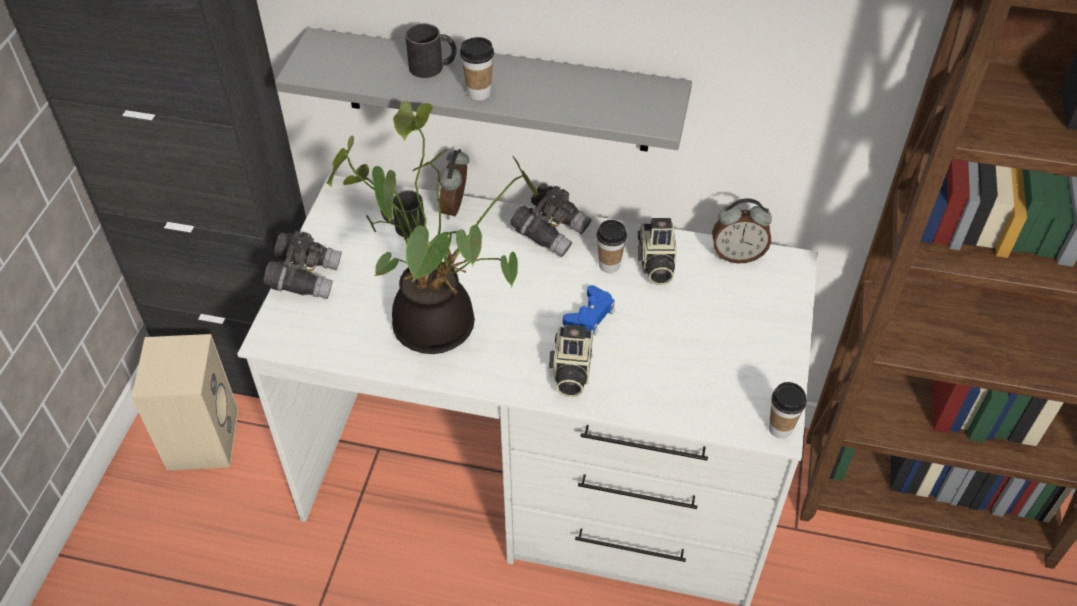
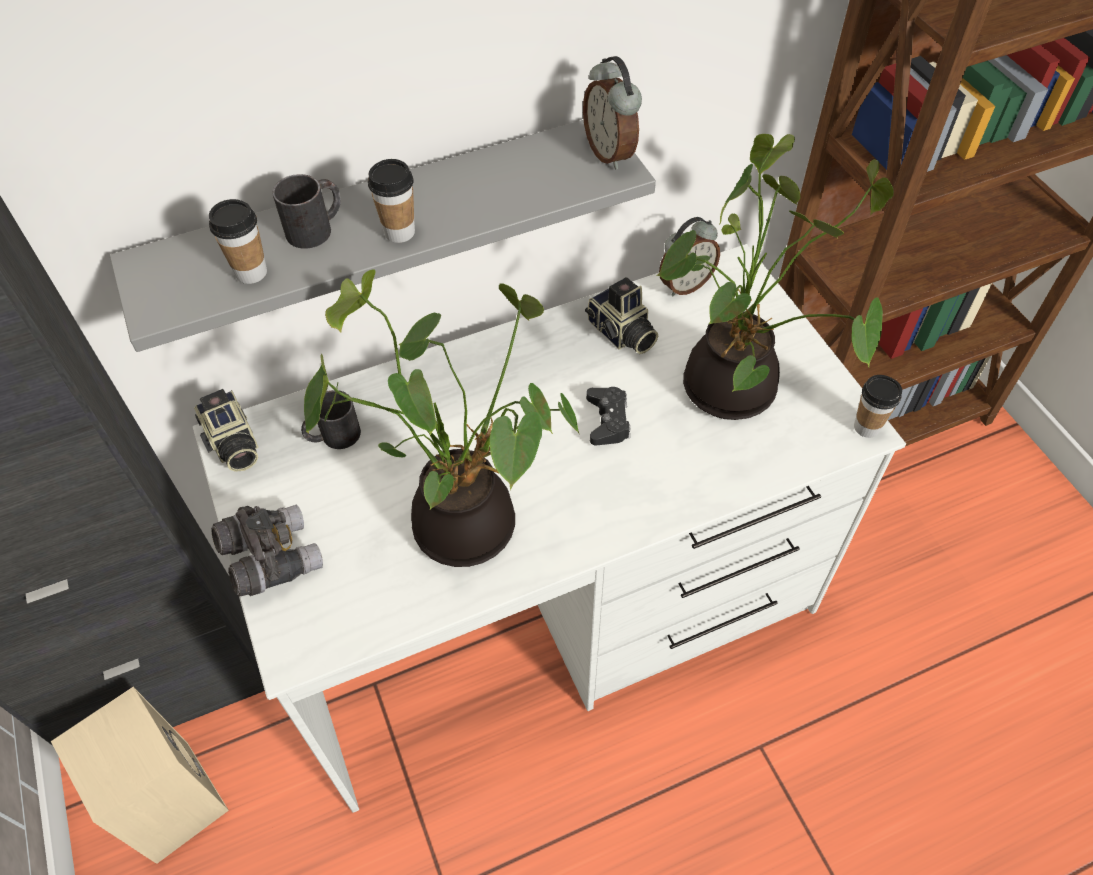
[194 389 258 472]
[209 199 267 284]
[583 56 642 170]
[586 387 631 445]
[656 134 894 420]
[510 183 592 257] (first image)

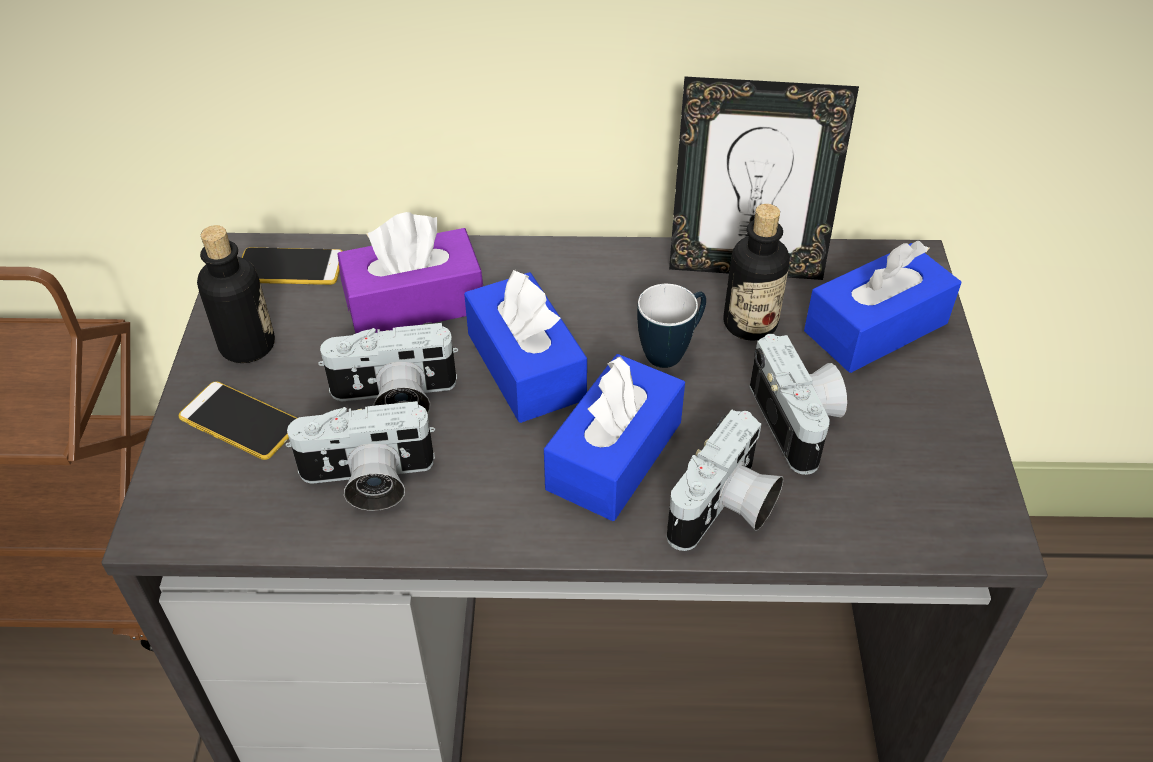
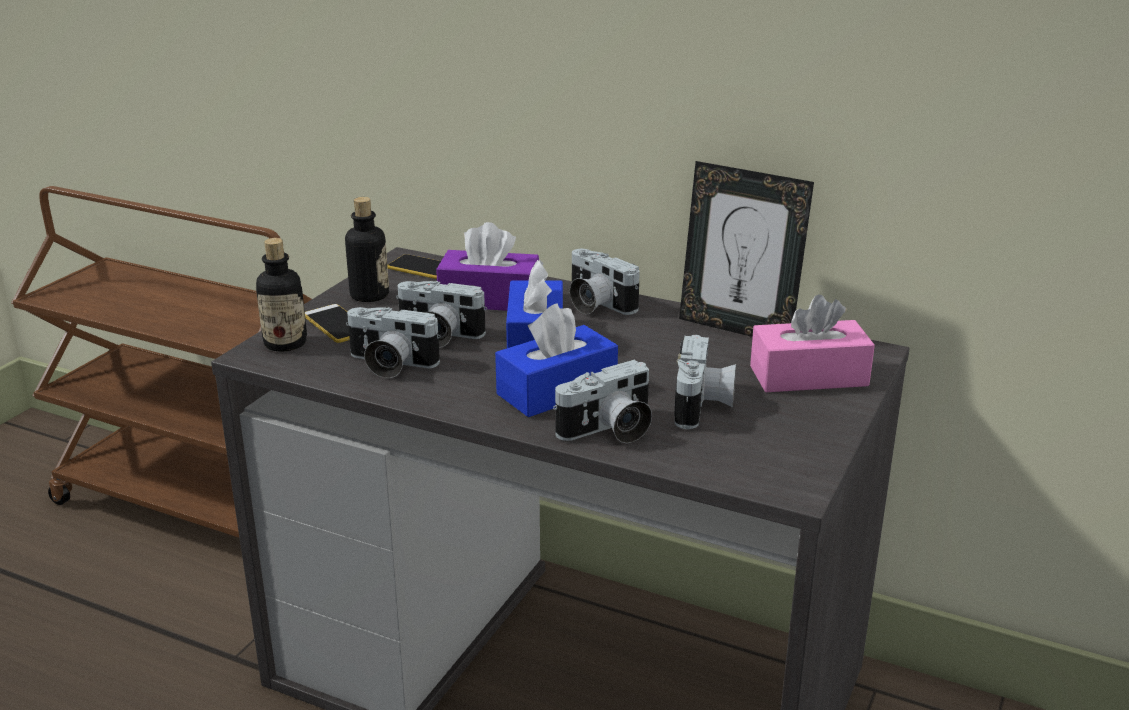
[256 238 307 352]
[570 249 640 315]
[750 294 875 392]
[637 284 706 368] (first image)

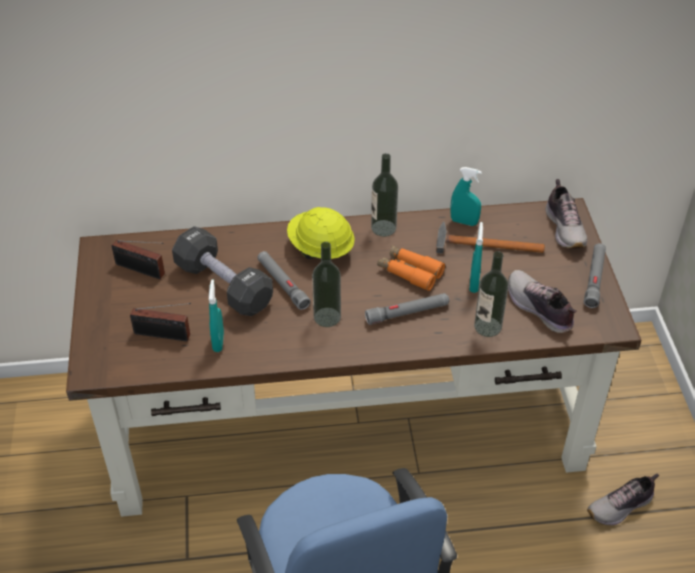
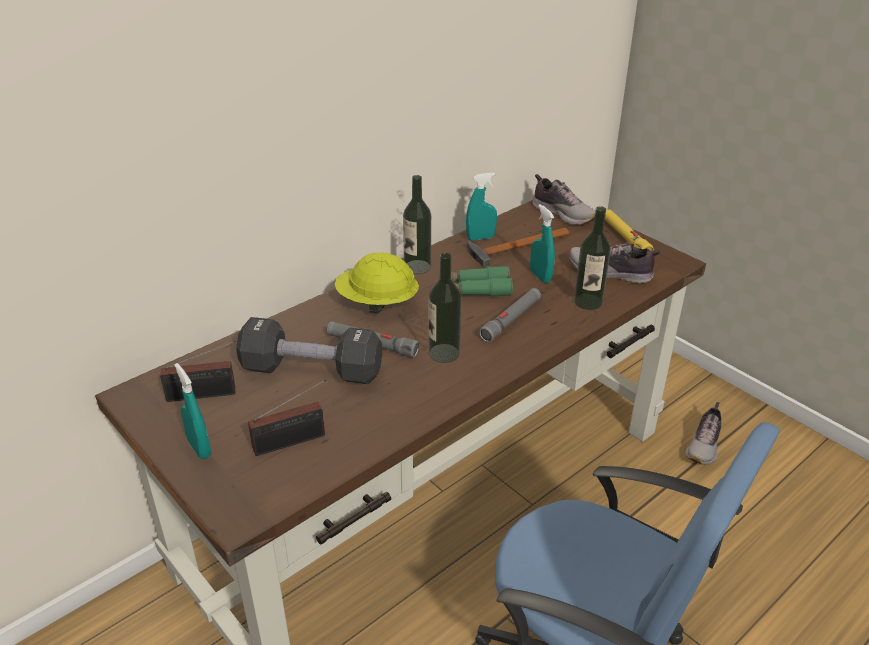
[175 363 211 459]
[451 266 513 297]
[605 210 654 252]

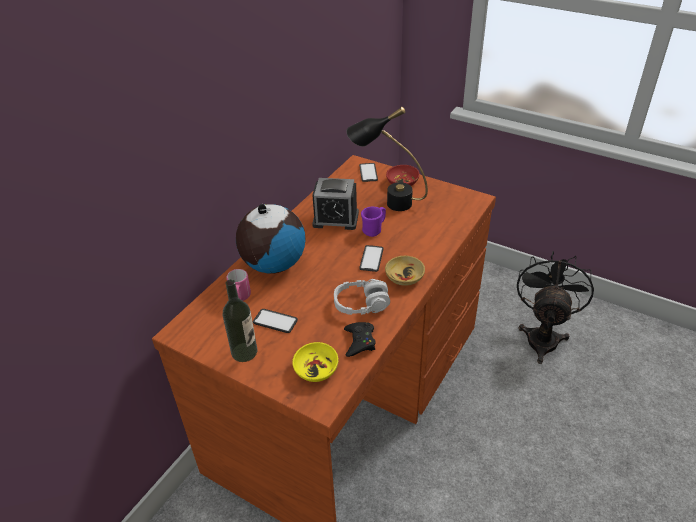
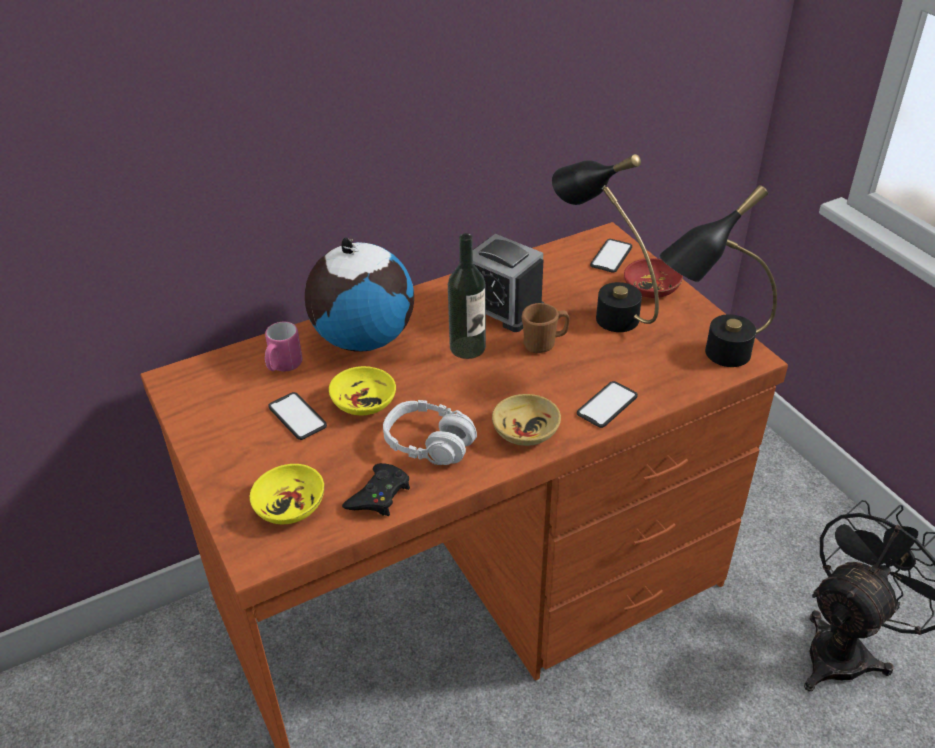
[329 366 396 416]
[448 233 486 359]
[522 303 570 353]
[577 381 638 428]
[659 185 777 367]

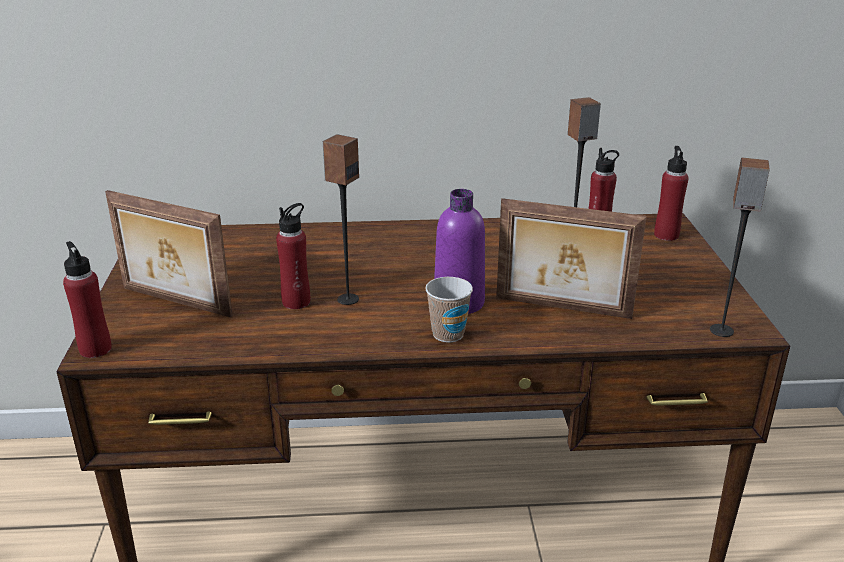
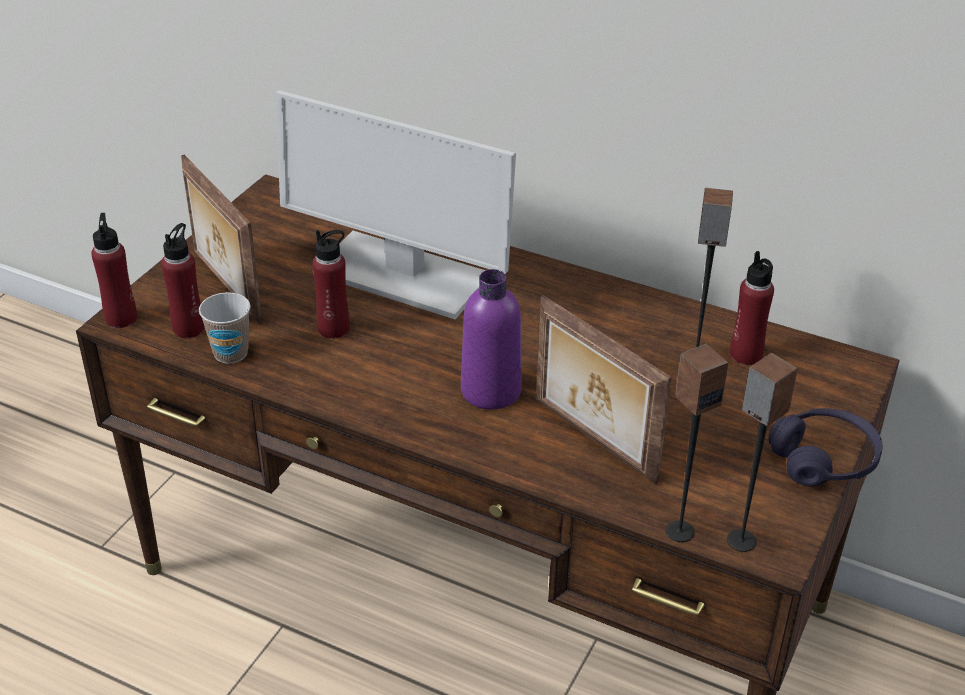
[161 223 205 338]
[199 292 250 364]
[275 90 516 319]
[665 344 728 542]
[768 408 882 486]

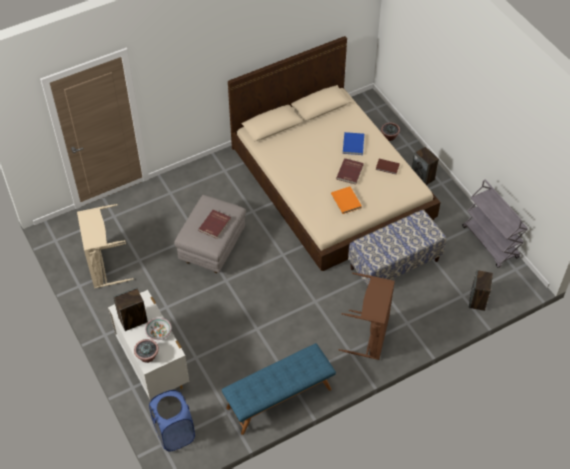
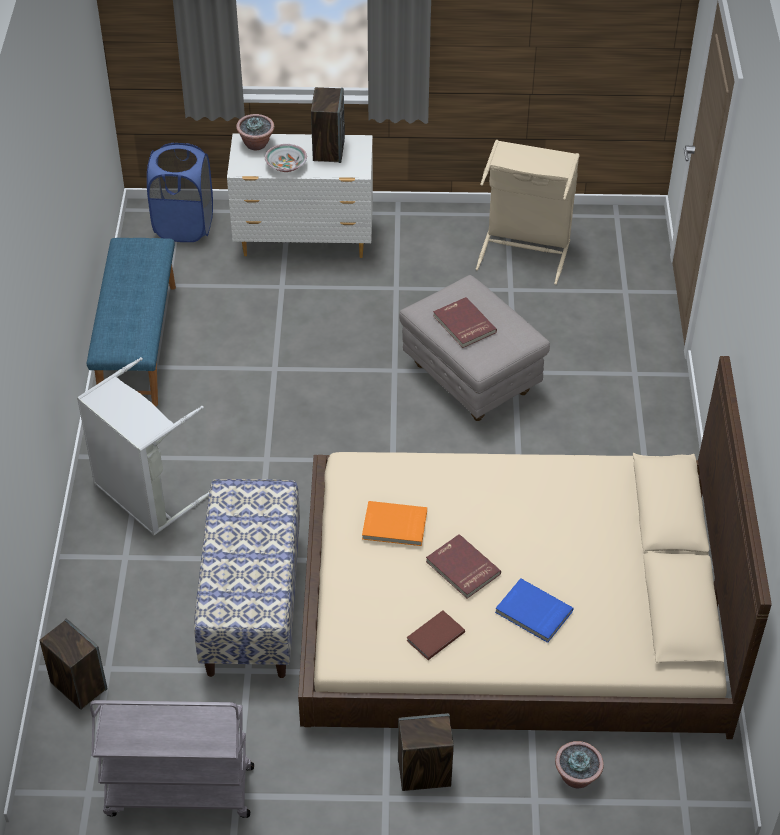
[77 357 209 536]

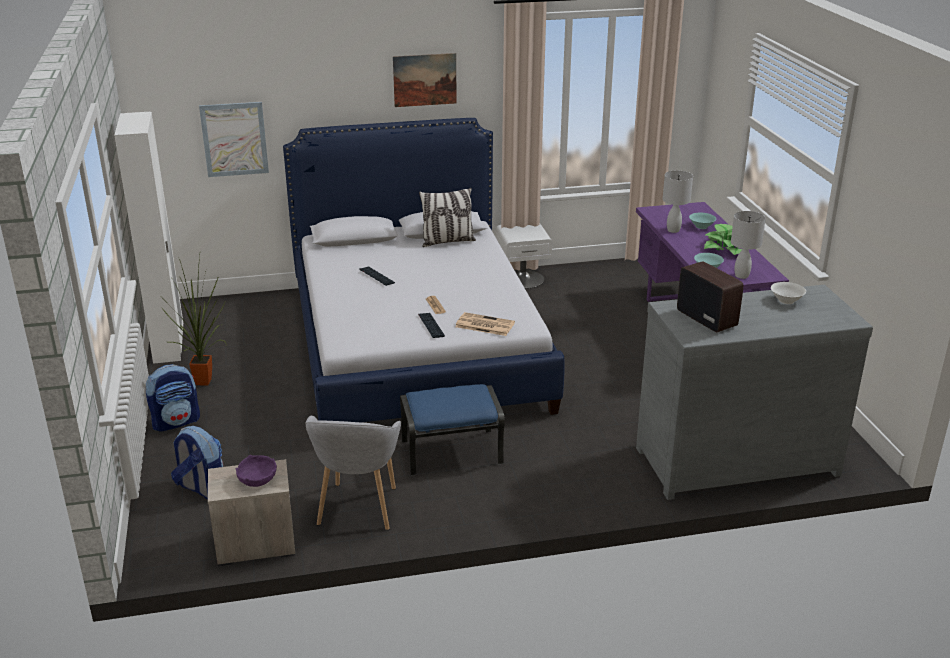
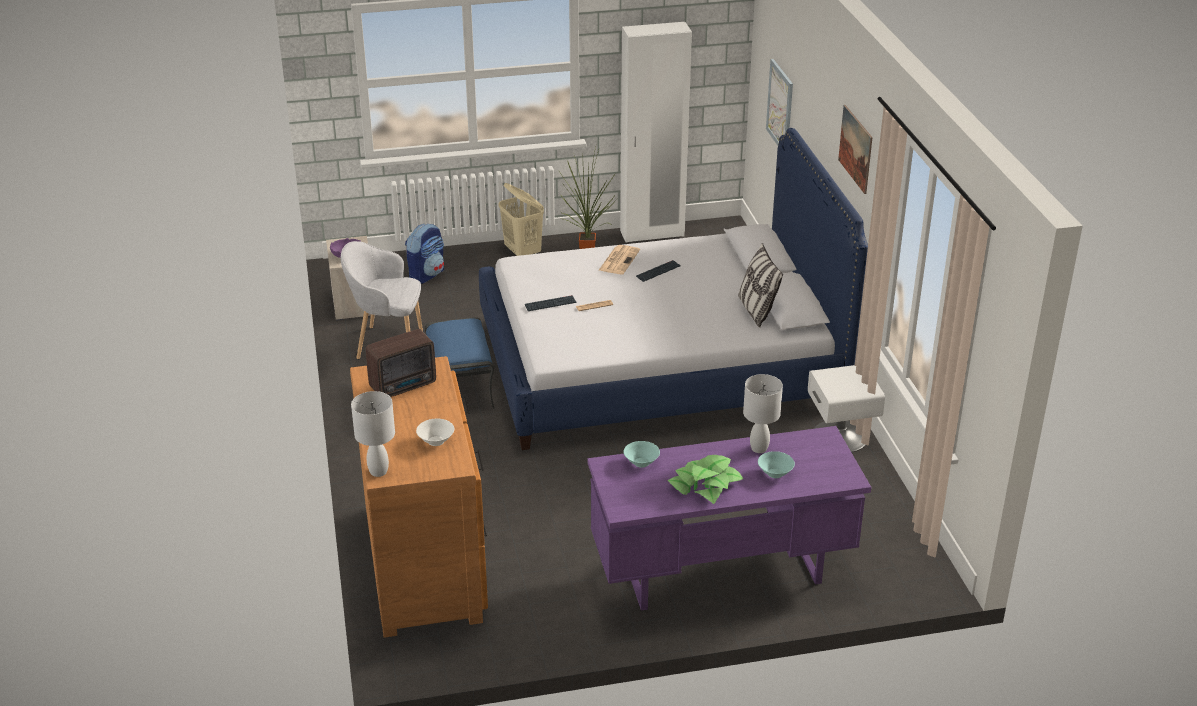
[350 356 488 638]
[351 391 395 477]
[498 183 544 256]
[599 245 640 274]

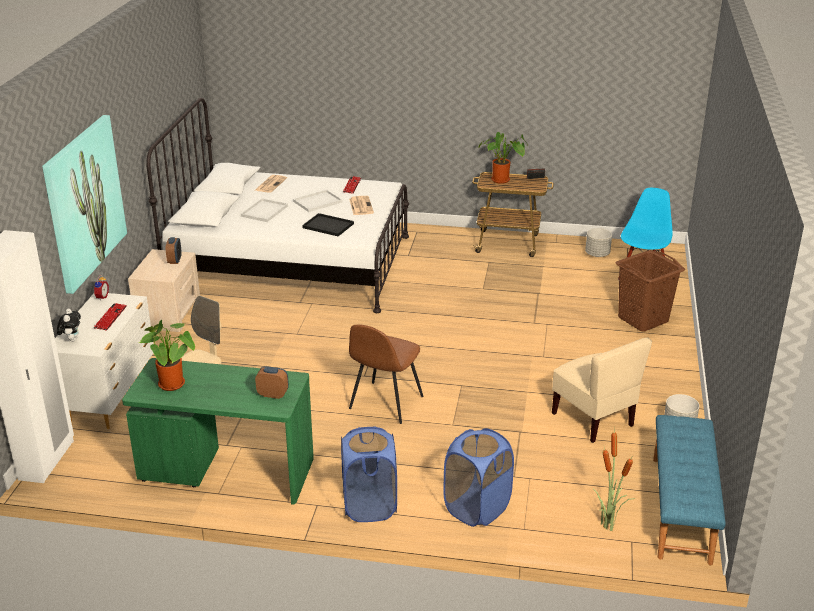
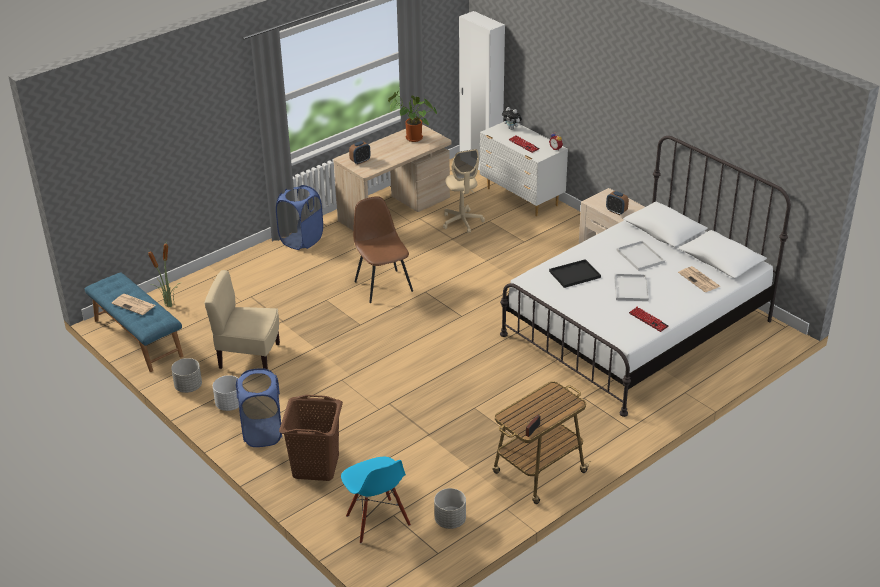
[112 294 155 315]
[213 375 239 411]
[236 368 282 447]
[333 124 452 230]
[42 115 127 294] (first image)
[478 132 528 184] (first image)

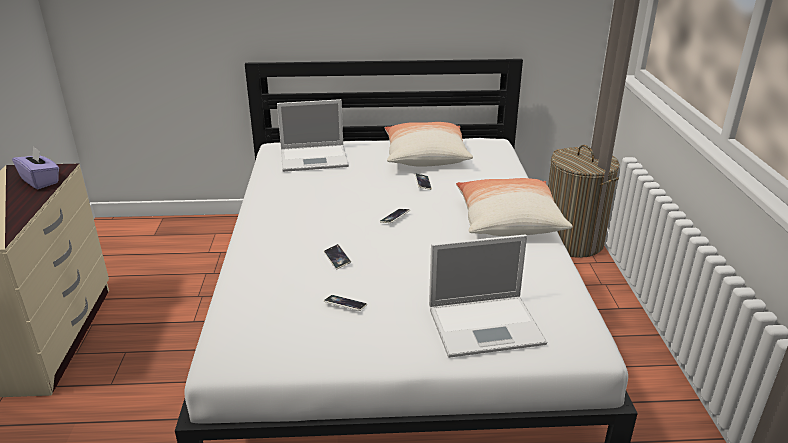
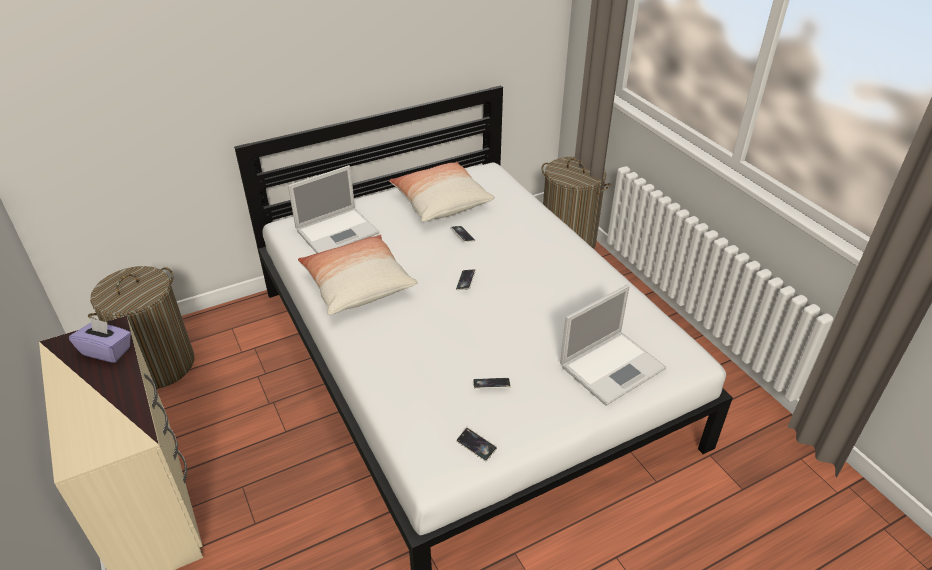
[88 266 195 389]
[298 235 418 315]
[456 428 497 461]

